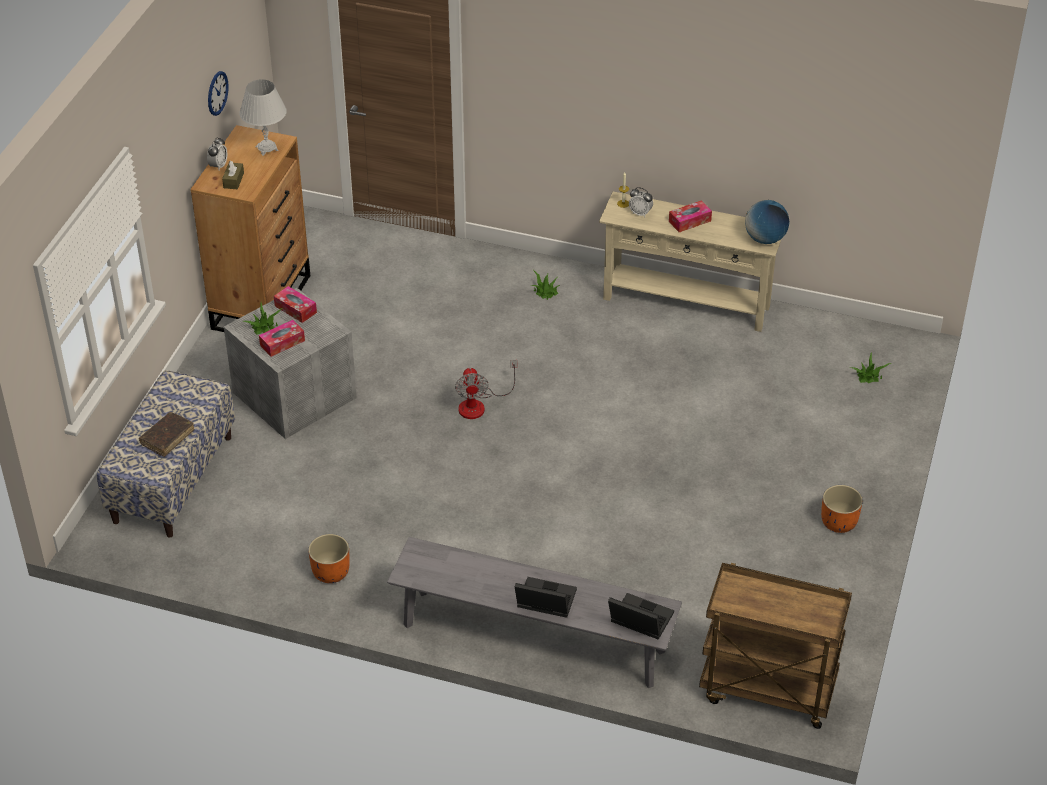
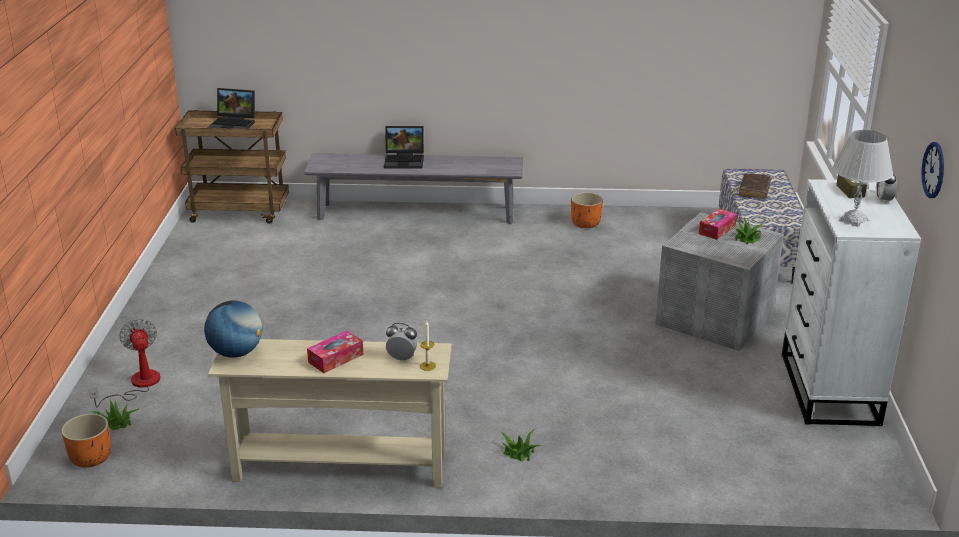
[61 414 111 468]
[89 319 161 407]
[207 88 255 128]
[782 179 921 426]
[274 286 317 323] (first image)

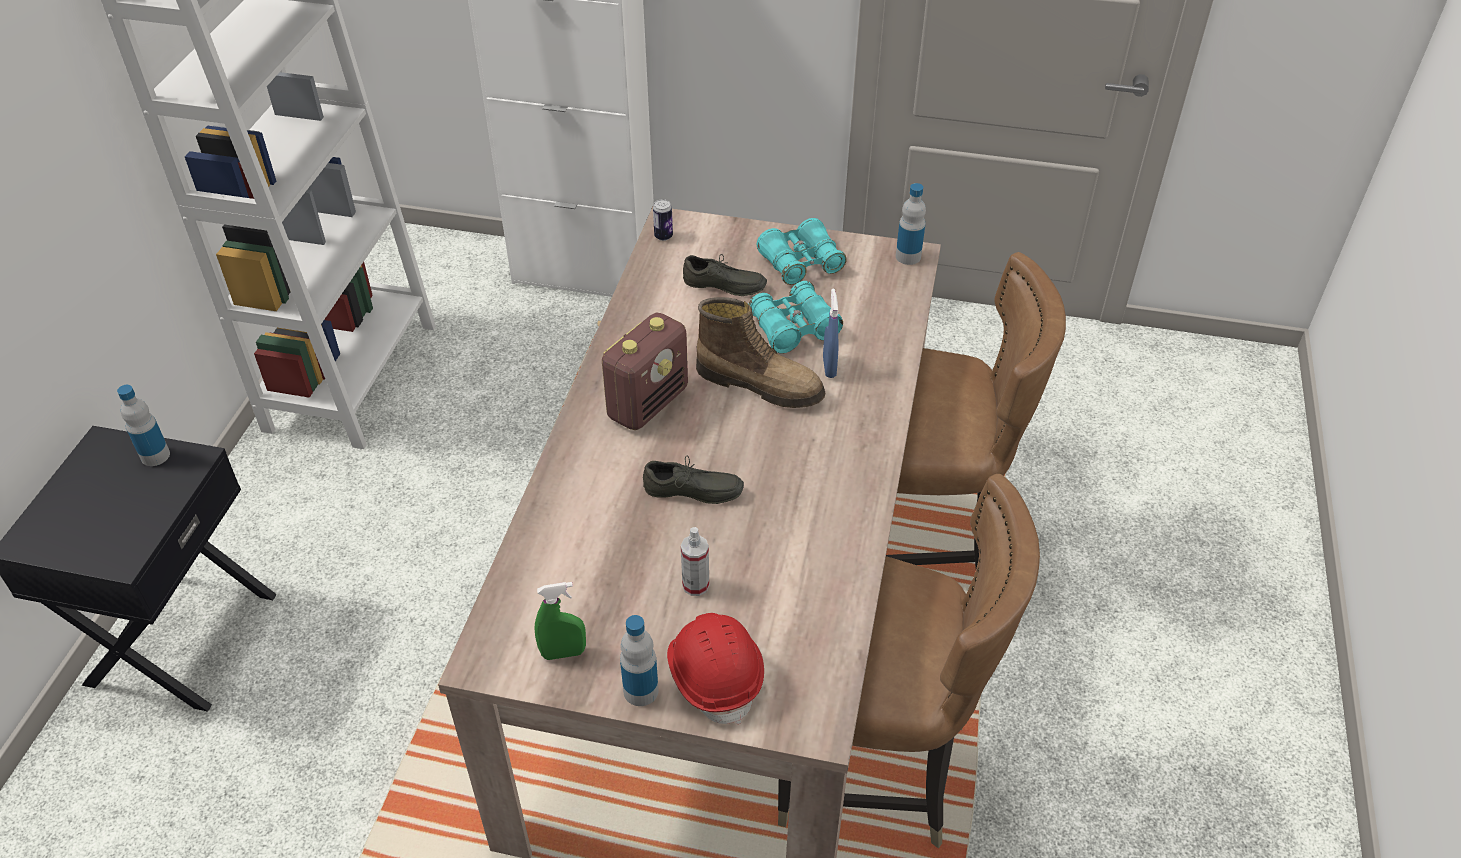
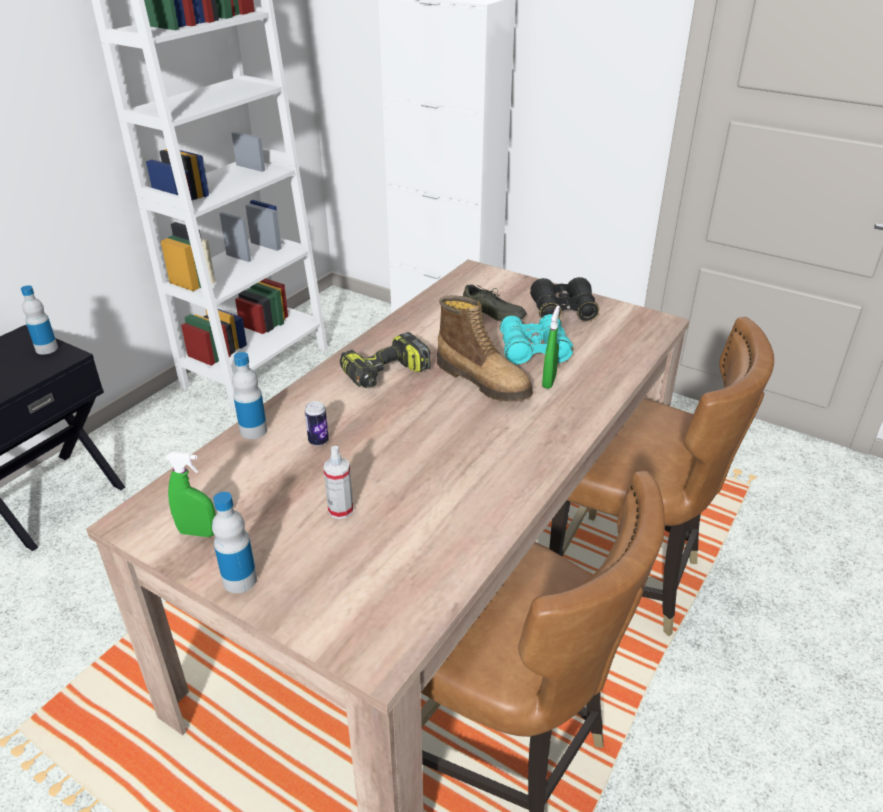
[232 352 267 439]
[305 401 329 446]
[340 332 431 388]
[530 277 599 321]
[542 305 560 389]
[643 456 744 504] (first image)
[667 613 764 724] (first image)

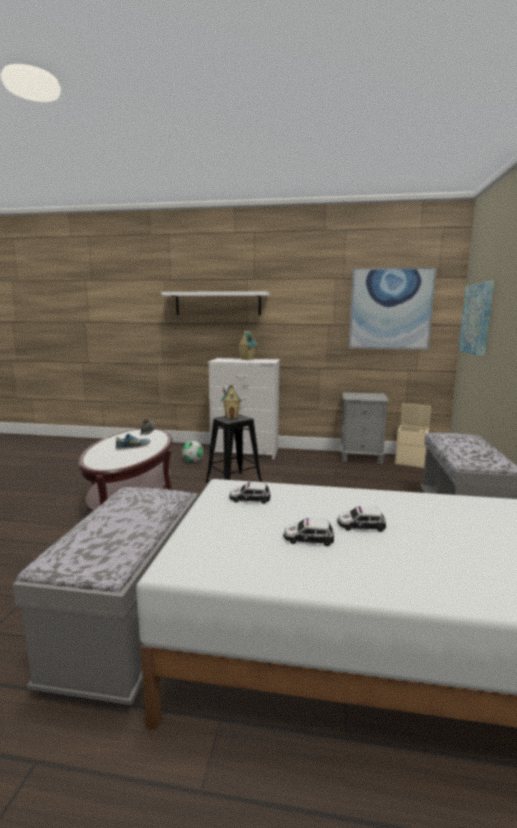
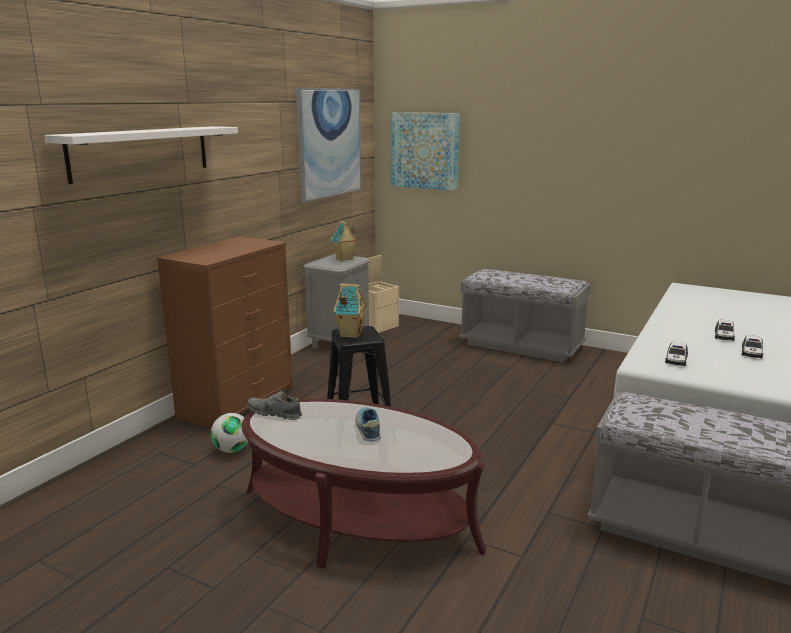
[156 236 293 429]
[331 220 357 261]

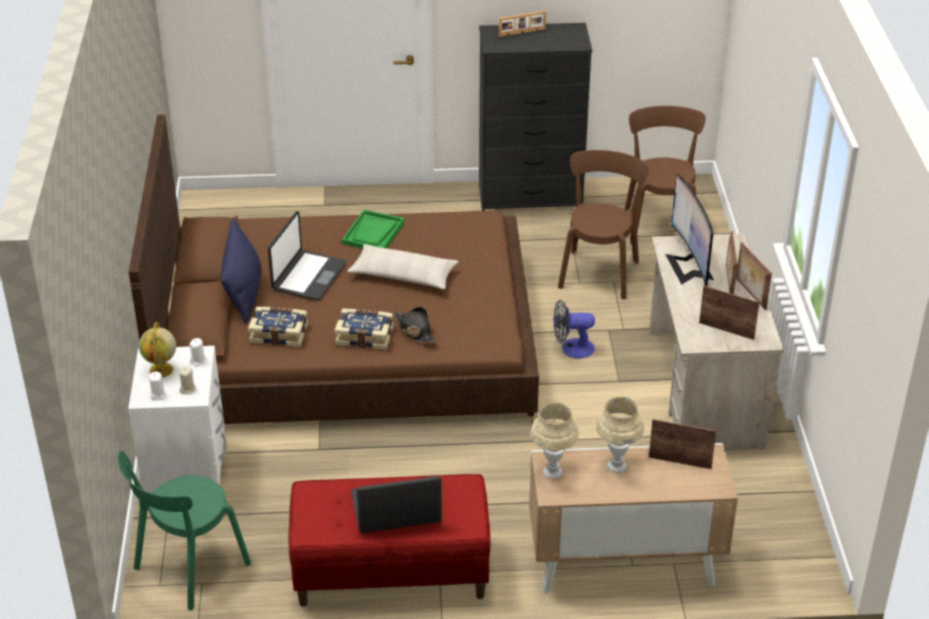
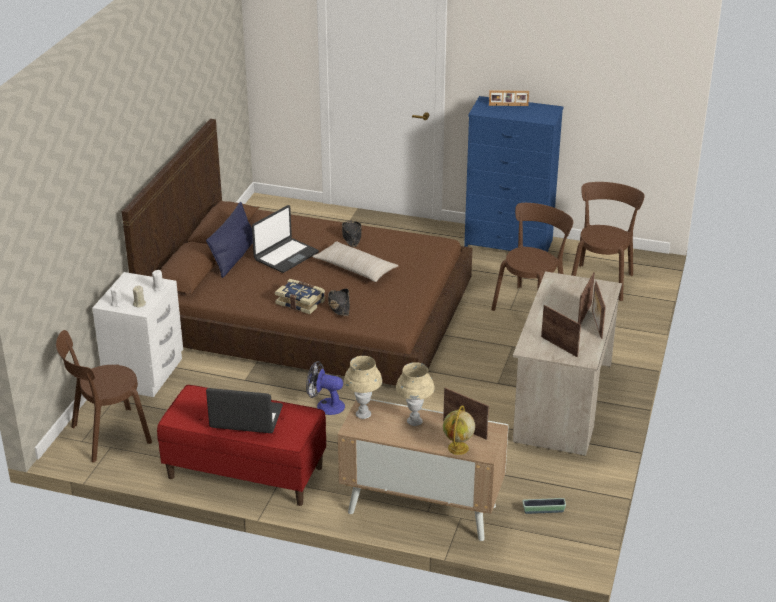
[56 330 152 463]
[306 361 345 415]
[342 221 362 247]
[443 405 475 455]
[464 96 564 252]
[522 498 566 514]
[248 307 308 347] (first image)
[665 174 714 286] (first image)

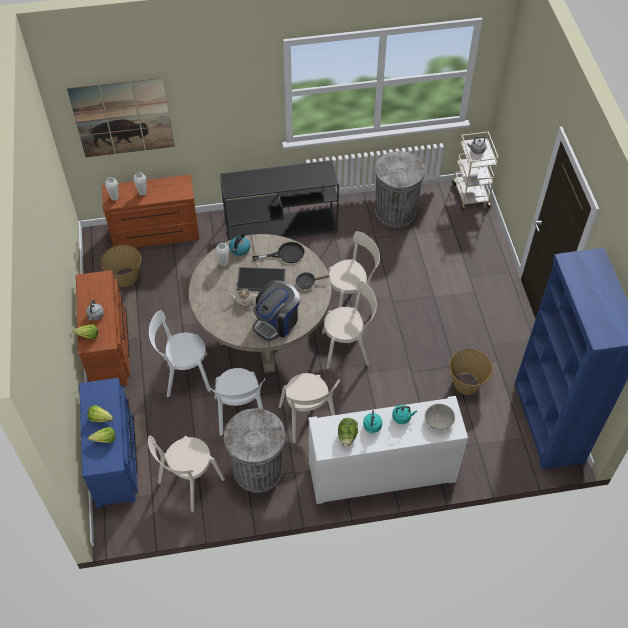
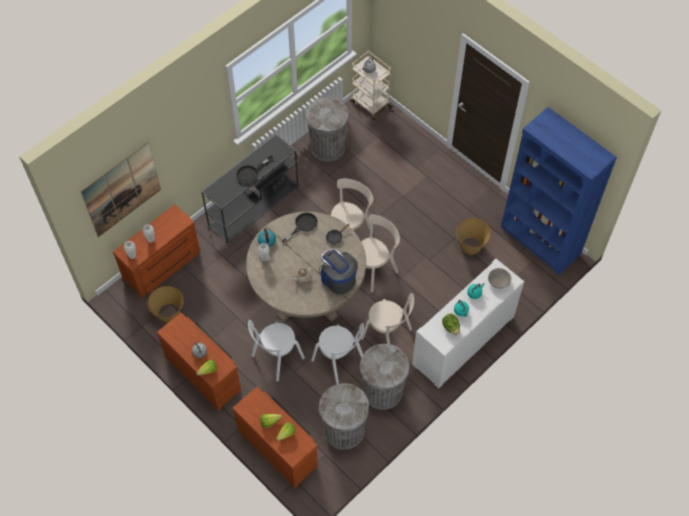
[232 387 318 488]
[236 156 273 184]
[319 249 358 294]
[319 383 369 450]
[237 267 285 291] (first image)

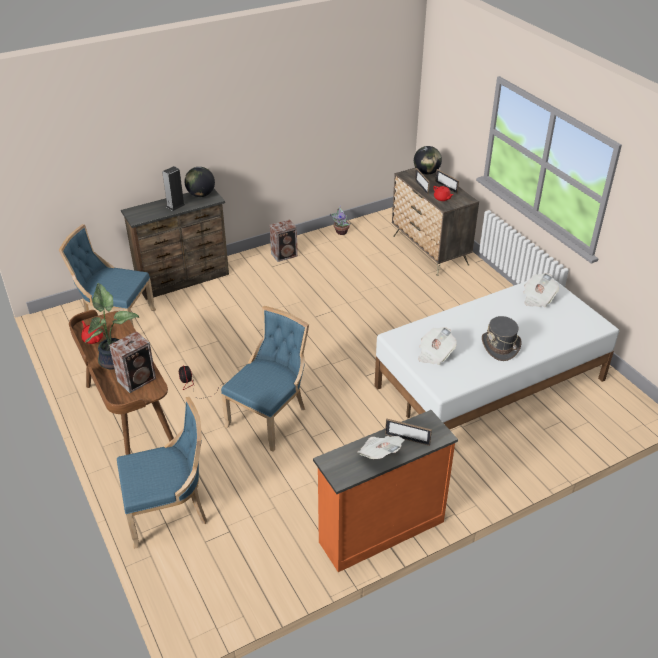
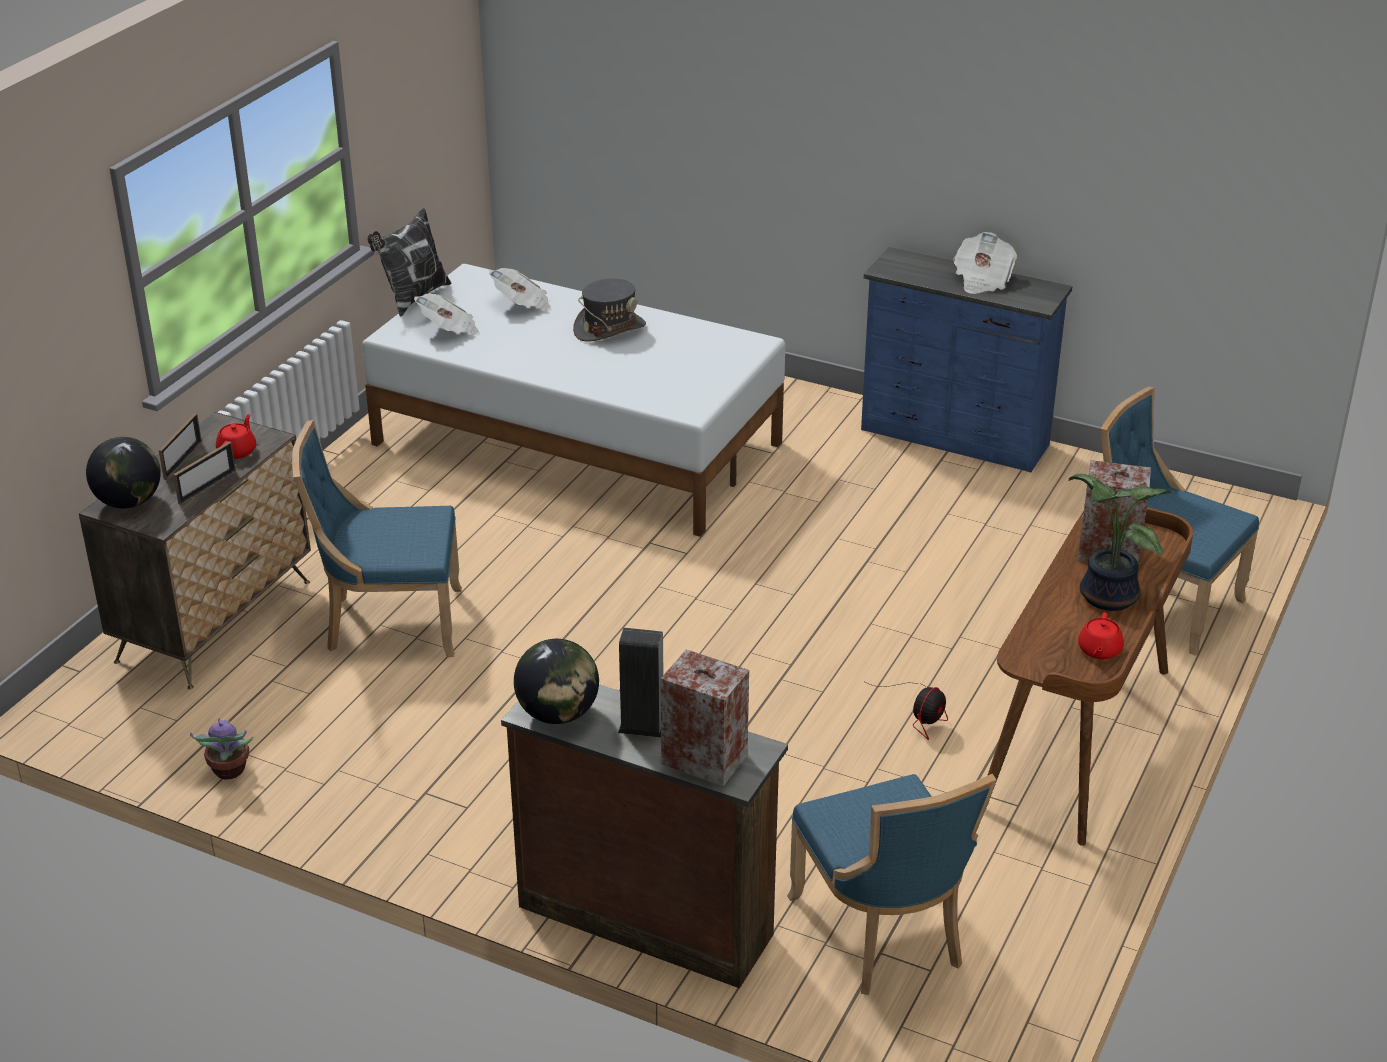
[292 420 462 657]
[367 208 452 316]
[489 268 551 311]
[660 650 749 786]
[861 247 1072 472]
[385 419 432 446] (first image)

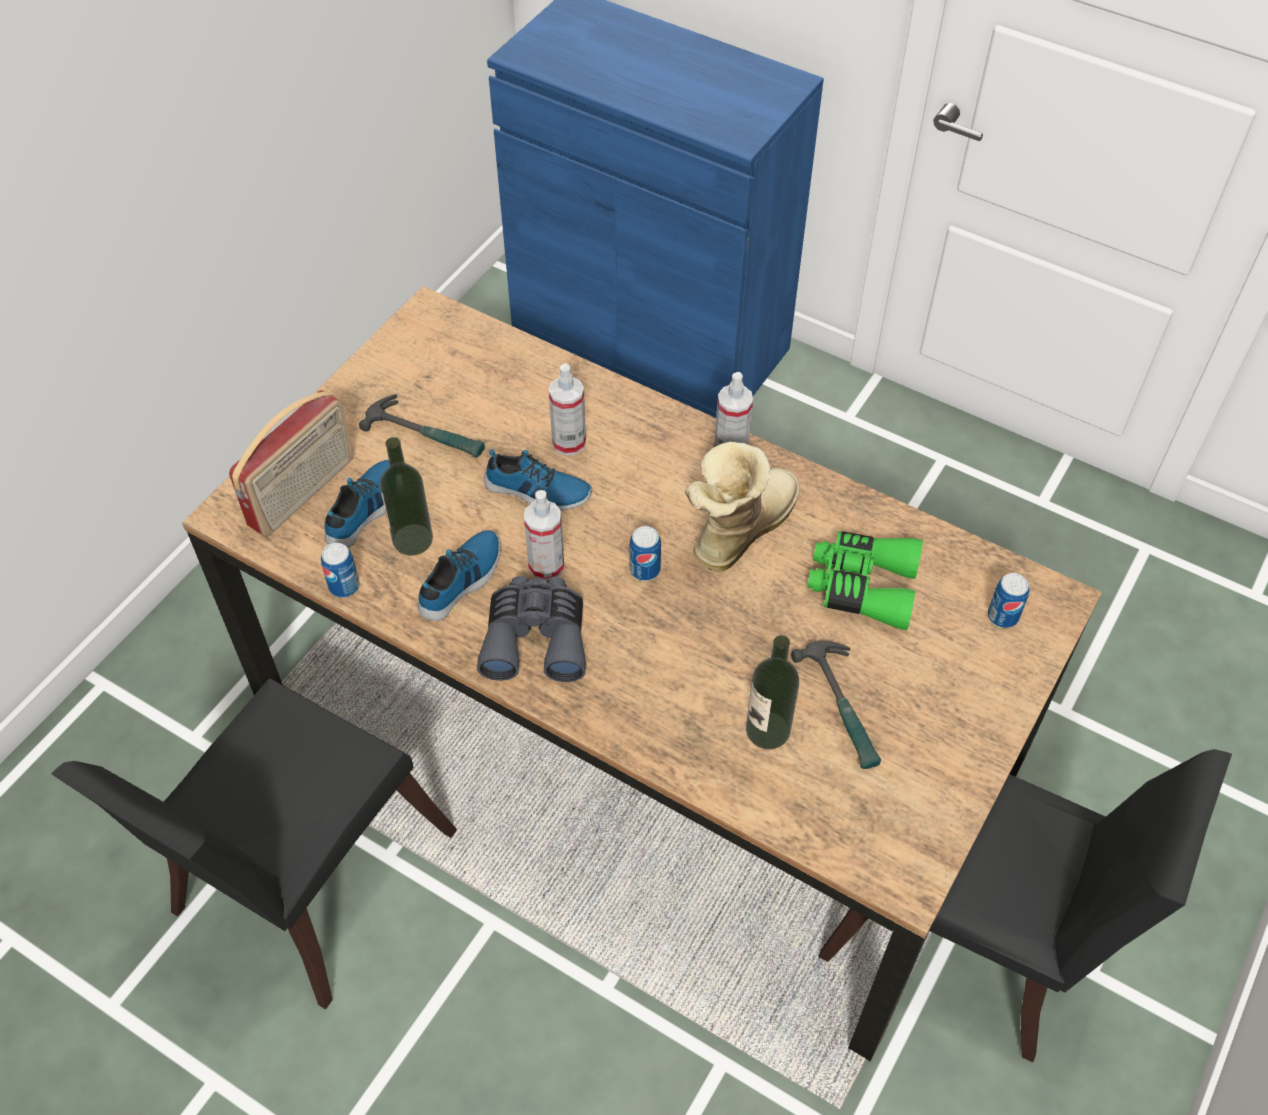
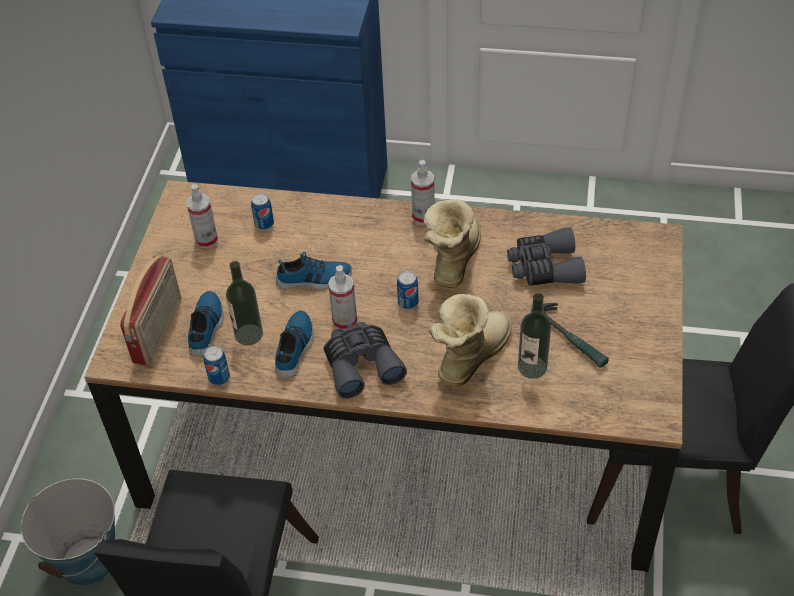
[21 478 115 586]
[186 184 218 248]
[251 193 274 230]
[429 294 512 387]
[507 227 586 286]
[359 394 484 457] (first image)

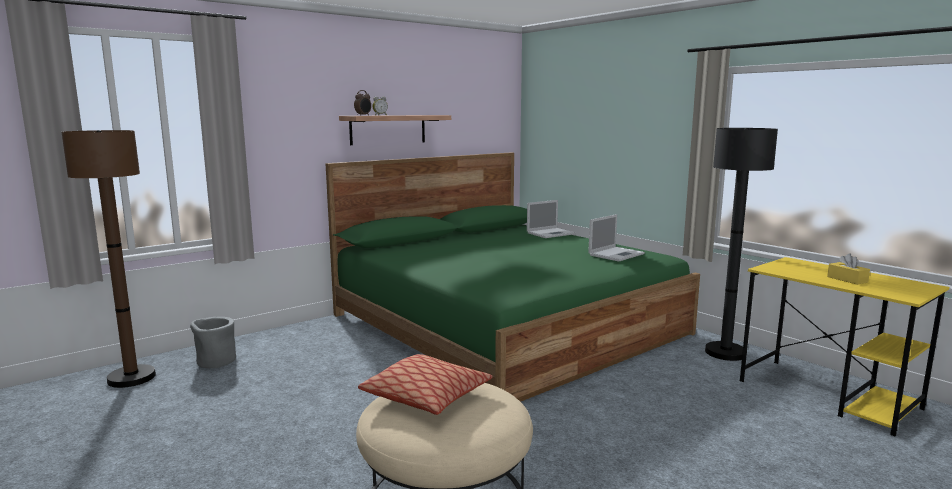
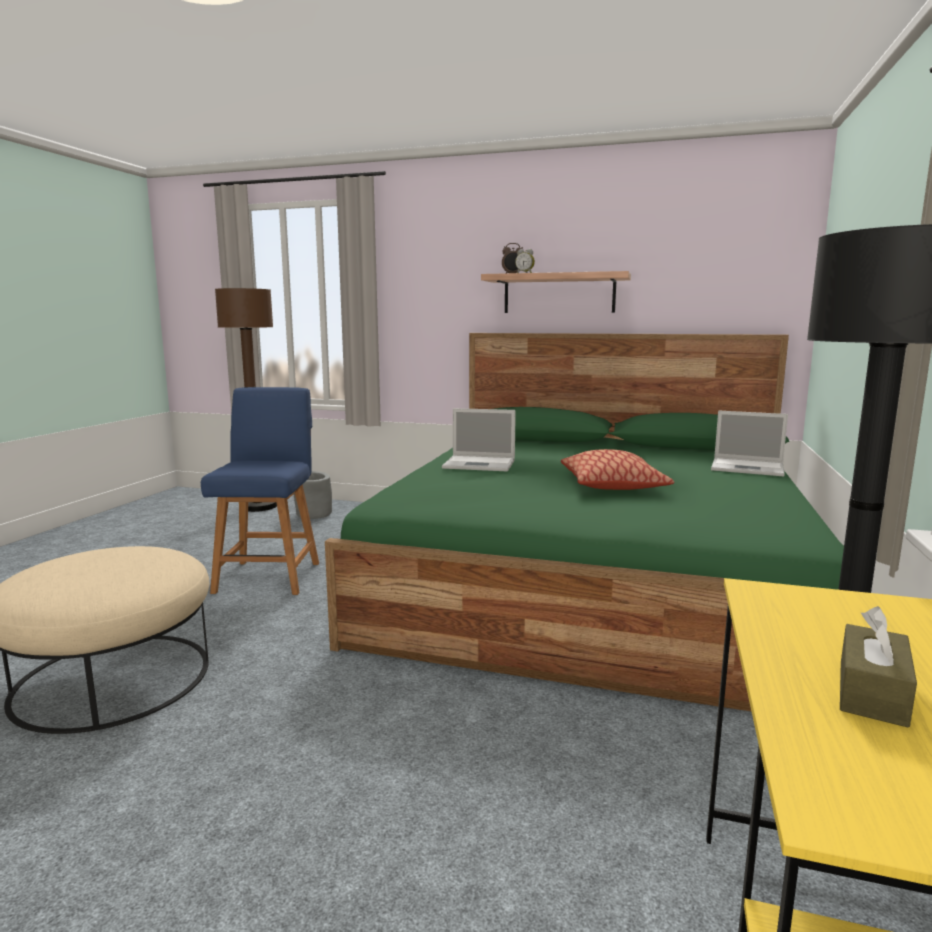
[201 387 319 595]
[442 408 516 471]
[561 449 674 490]
[840 606 917 727]

